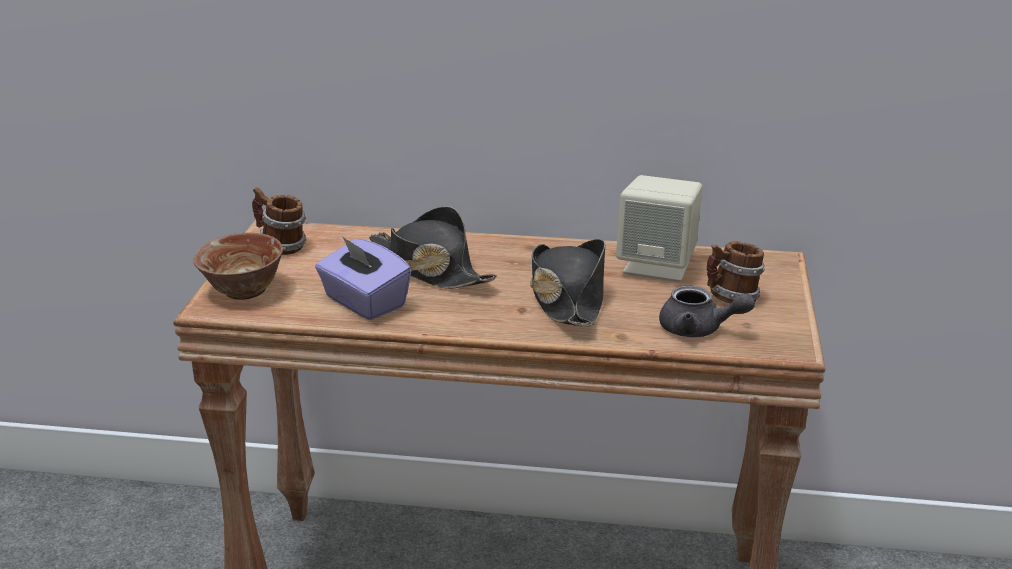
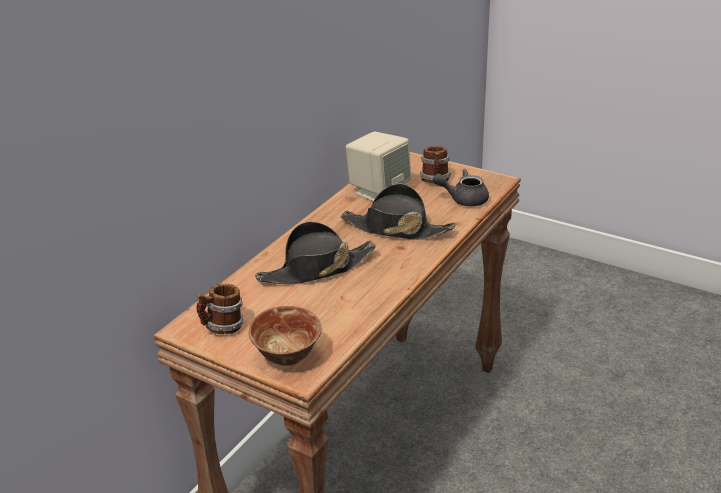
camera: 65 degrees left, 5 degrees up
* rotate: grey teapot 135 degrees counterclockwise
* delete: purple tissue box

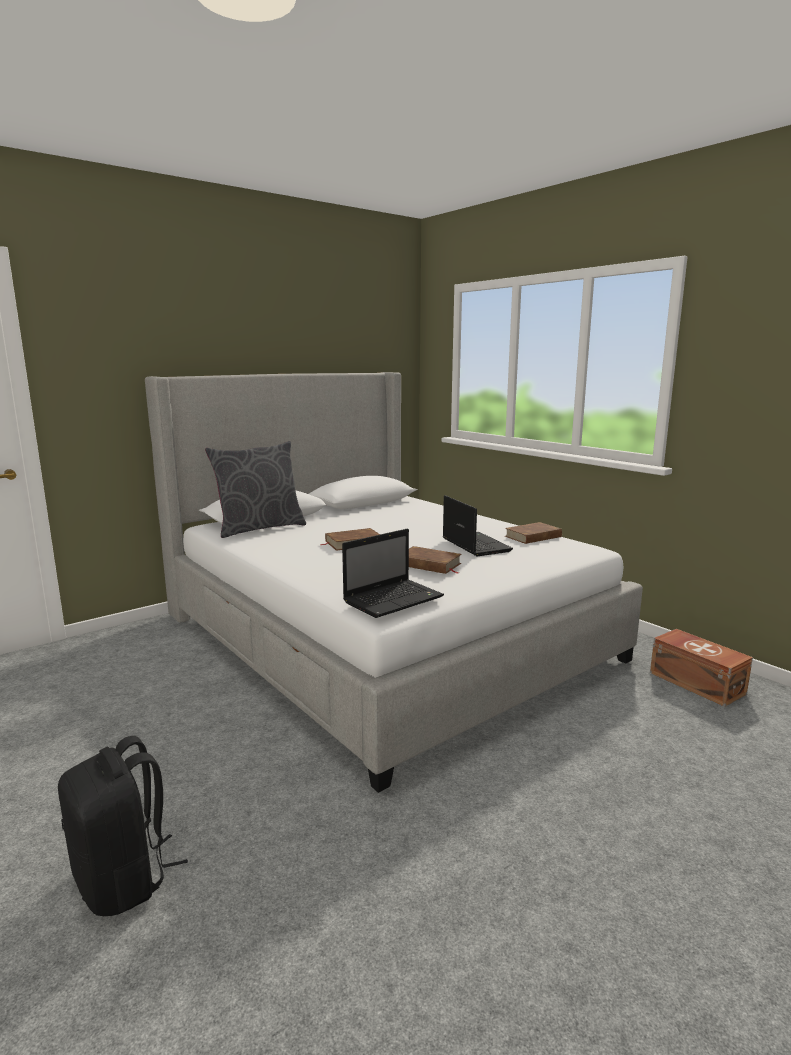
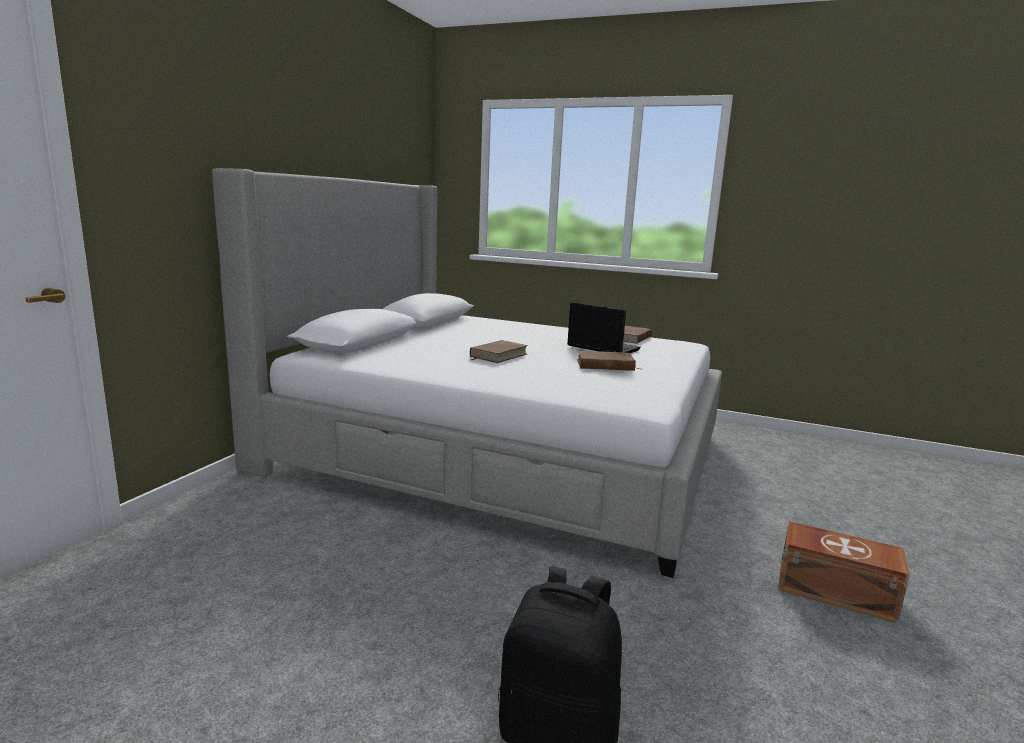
camera: 30 degrees left, 0 degrees up
* move: brown storage box
* delete: grey pillow
* delete: laptop (1st from left)

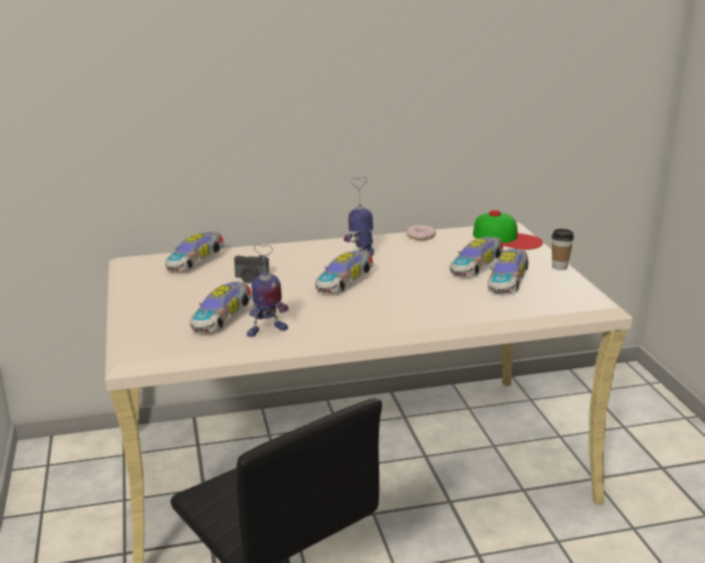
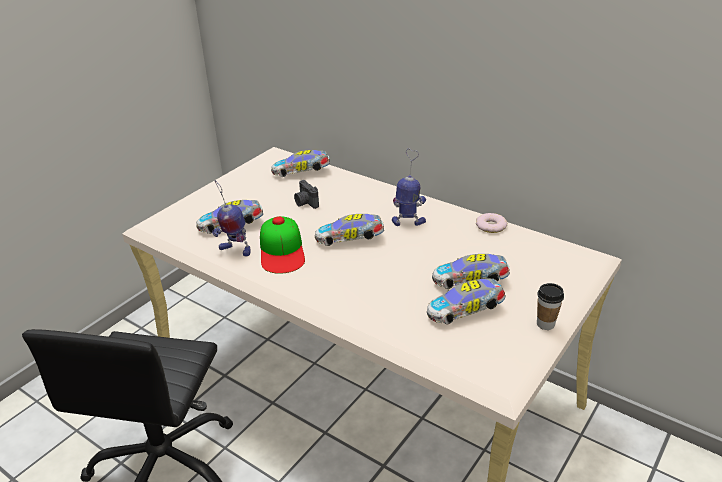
camera: 50 degrees right, 10 degrees up
* move: cap

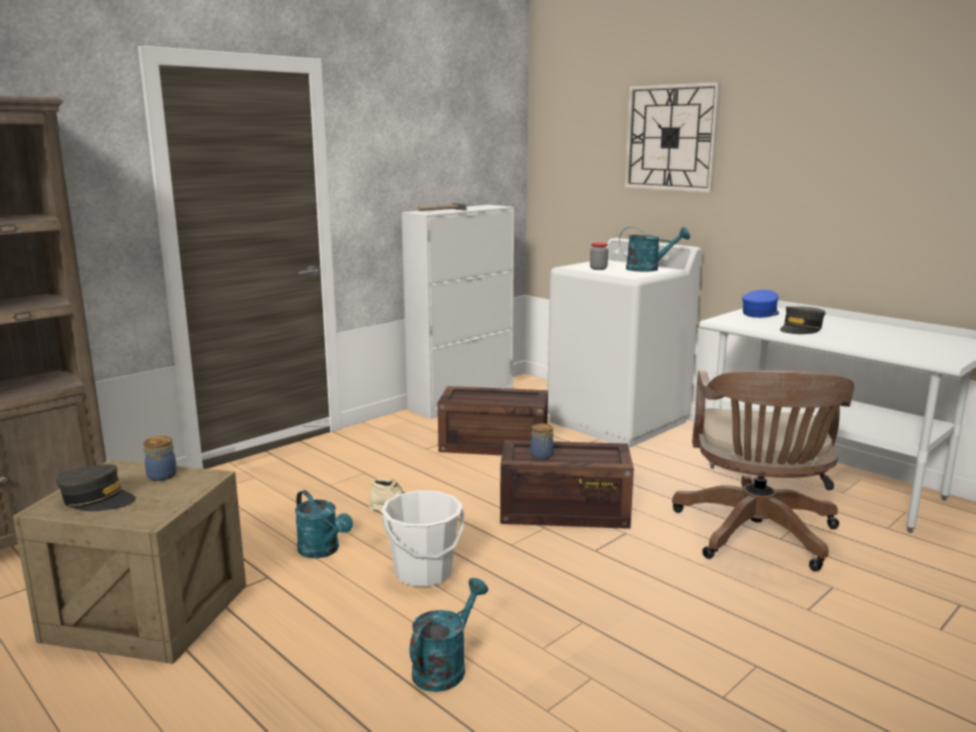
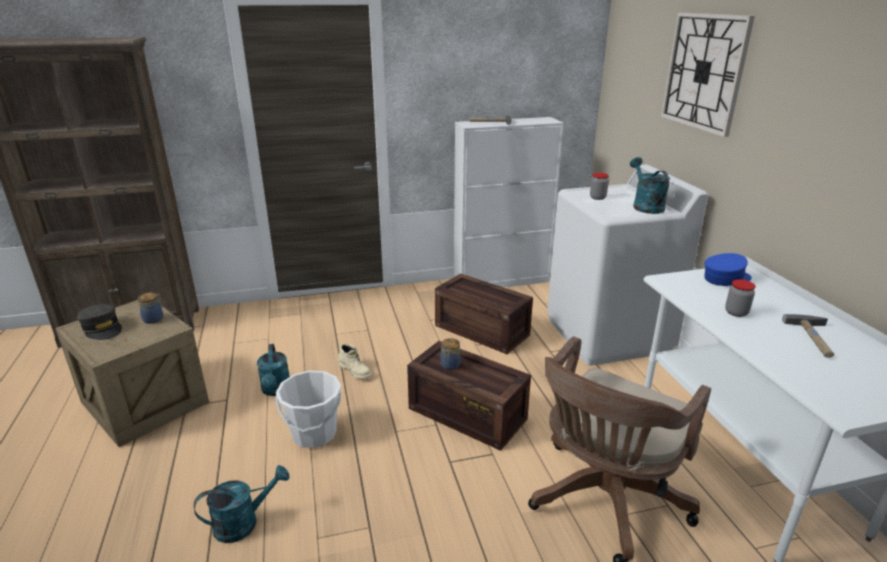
camera: 30 degrees right, 10 degrees up
* rotate: turquoise watering can (3rd from left) 135 degrees counterclockwise
* replace: grey cap (2nd from left) to jar (4th from left)
* insert: hammer (2nd from left)

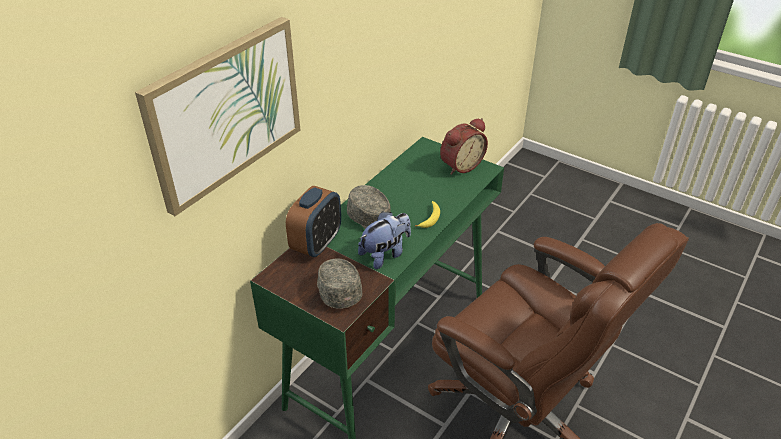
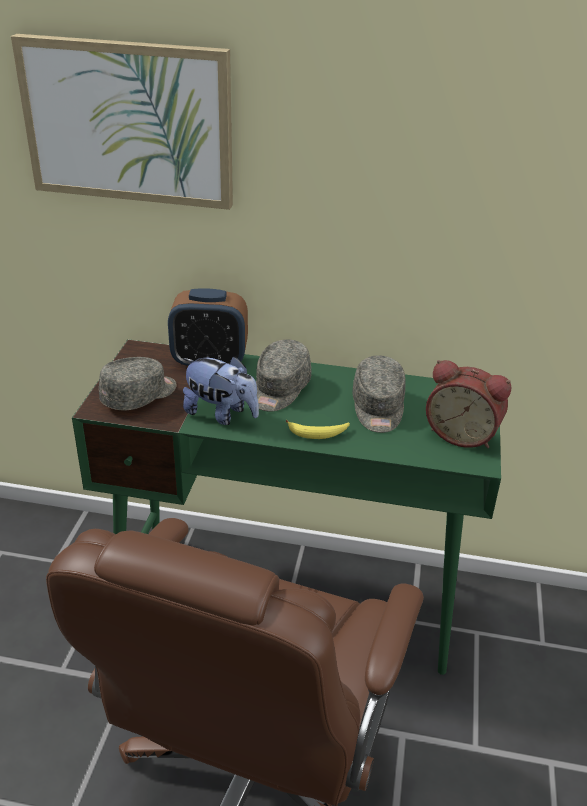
camera: 65 degrees right, 5 degrees down
* insert: grey cap (3rd from left)

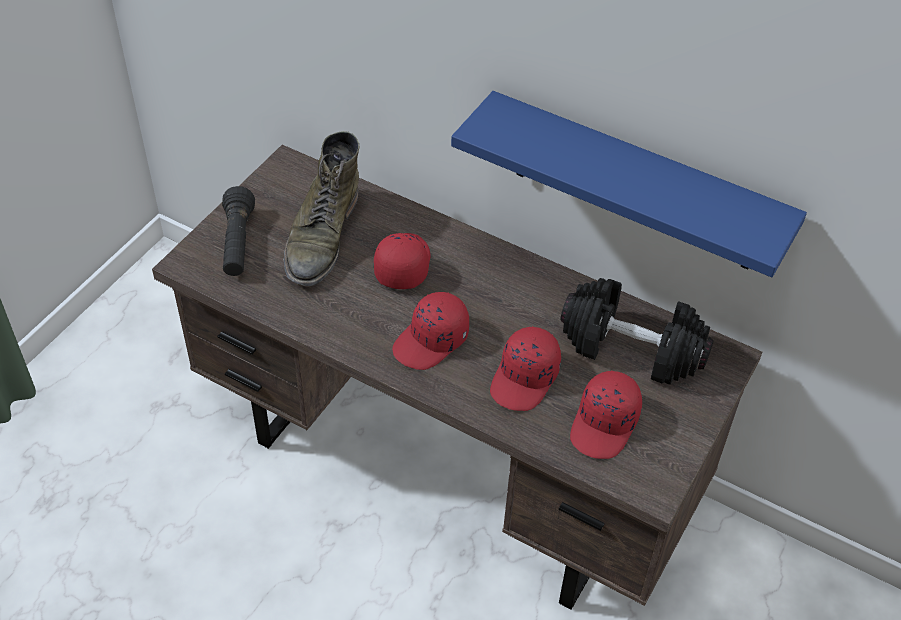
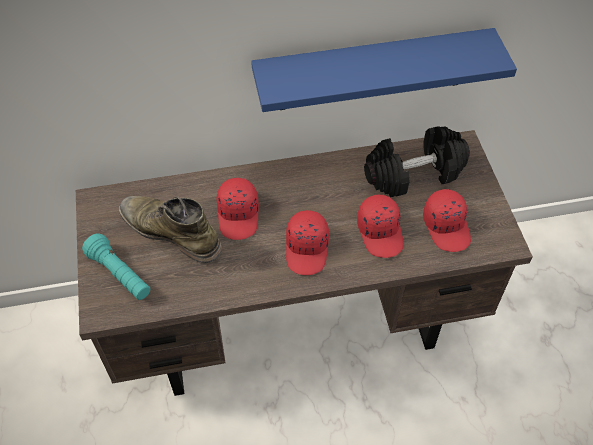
camera: 40 degrees left, 5 degrees up
* recolor: black flashlight to turquoise flashlight
* rotate: green boot 150 degrees clockwise
* rotate: red cap (1st from left) 150 degrees counterclockwise

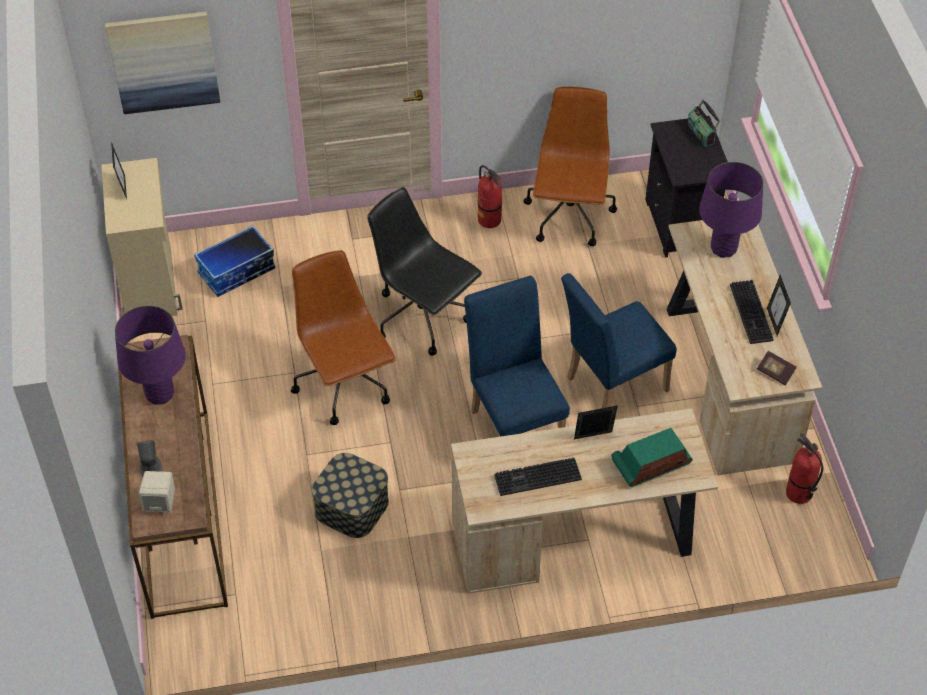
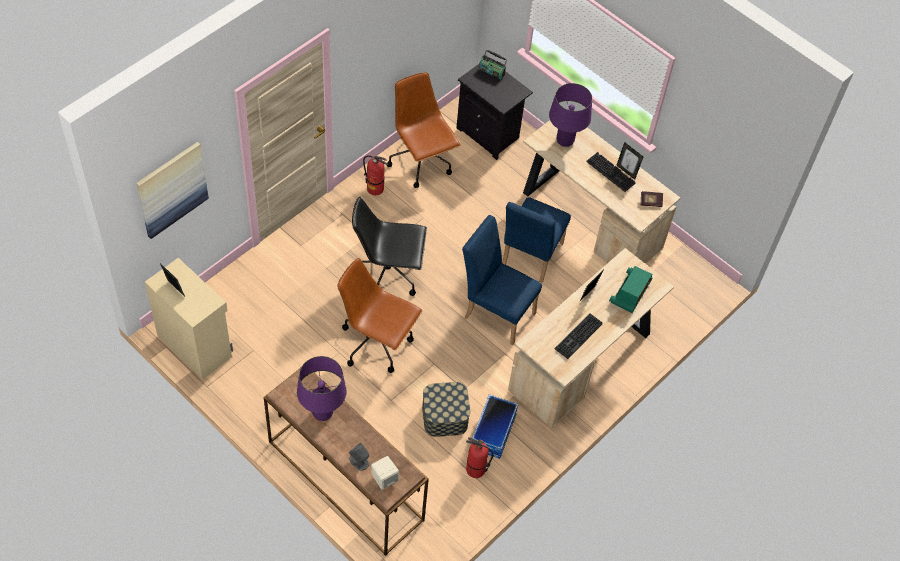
camera: 40 degrees left, 5 degrees up
* move: fire extinguisher (2nd from left)
* move: storage box (1st from left in the first image) to storage box (2nd from left)

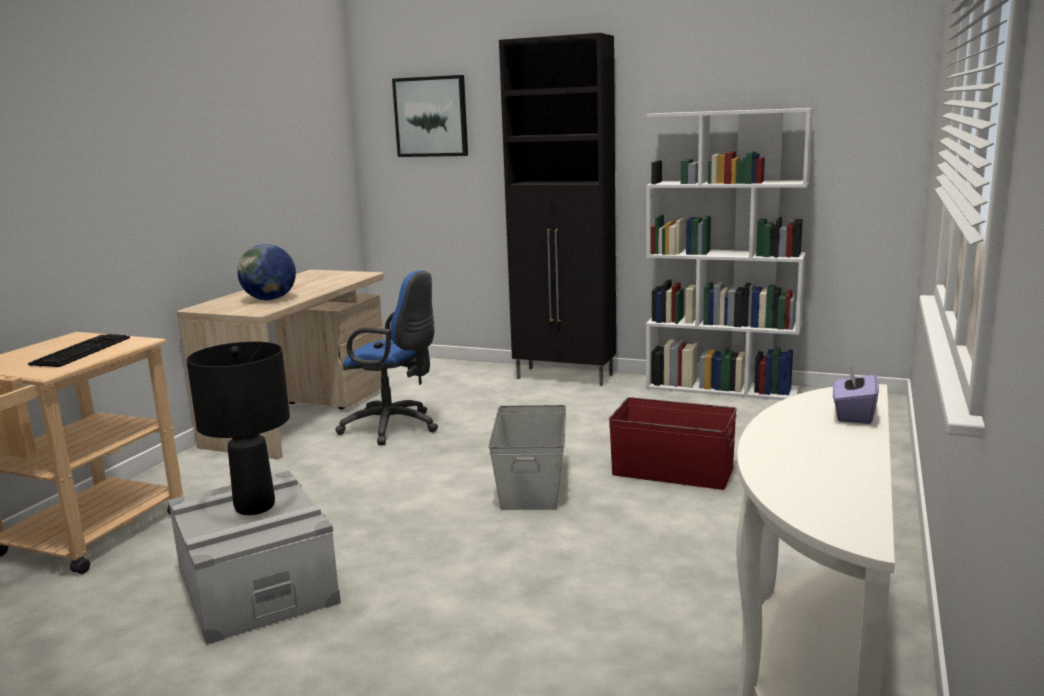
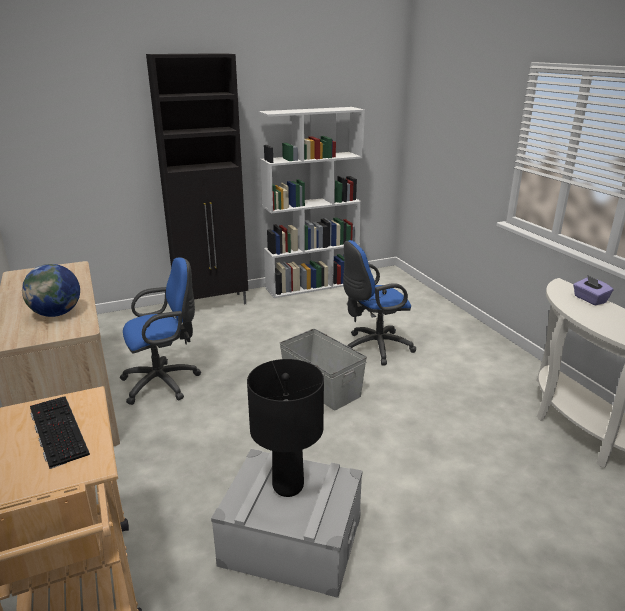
camera: 45 degrees left, 10 degrees up
* replace: red storage box to blue office chair (2nd from left)
* delete: picture

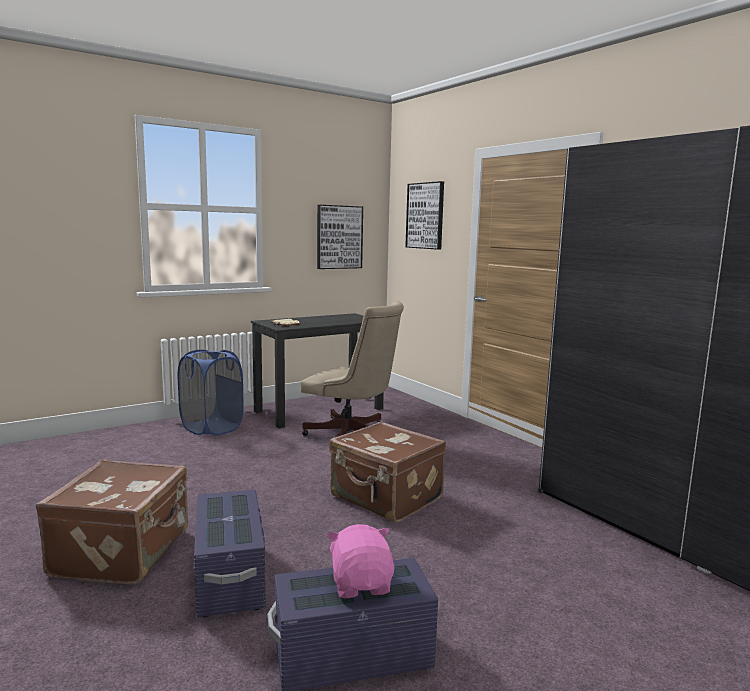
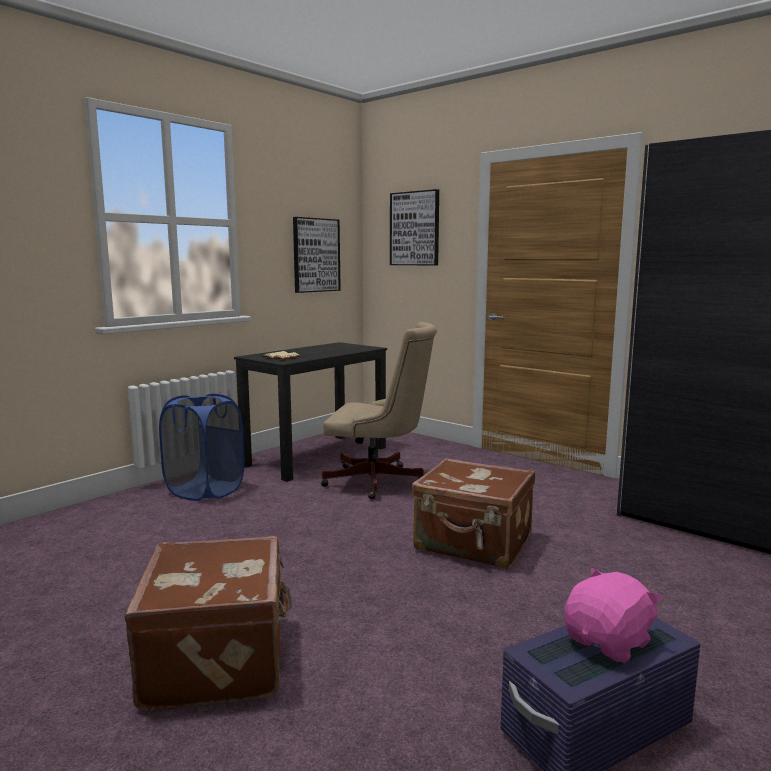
camera: 15 degrees left, 0 degrees up
* rotate: pink plush toy 75 degrees clockwise
* delete: purple storage box (1st from left)

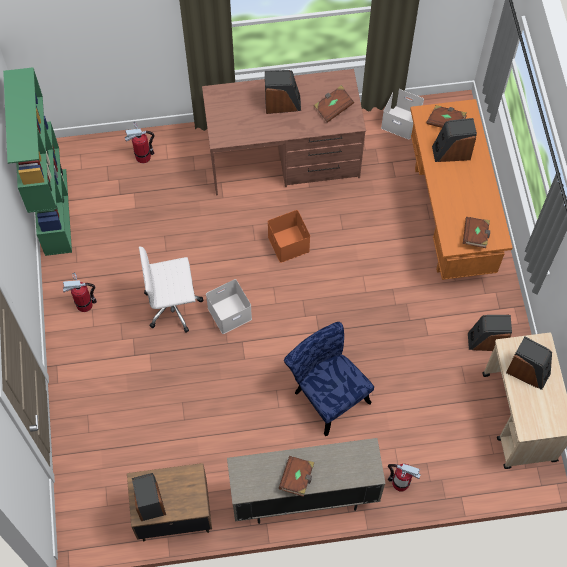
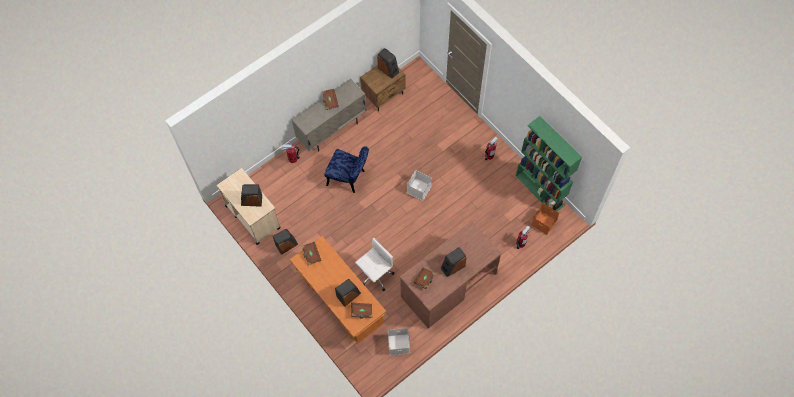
camera: 150 degrees right, 0 degrees up
* move: white office chair
* move: orange storage box

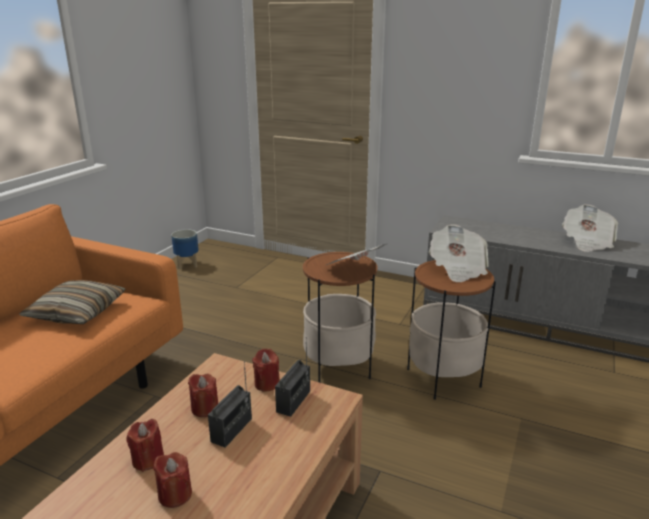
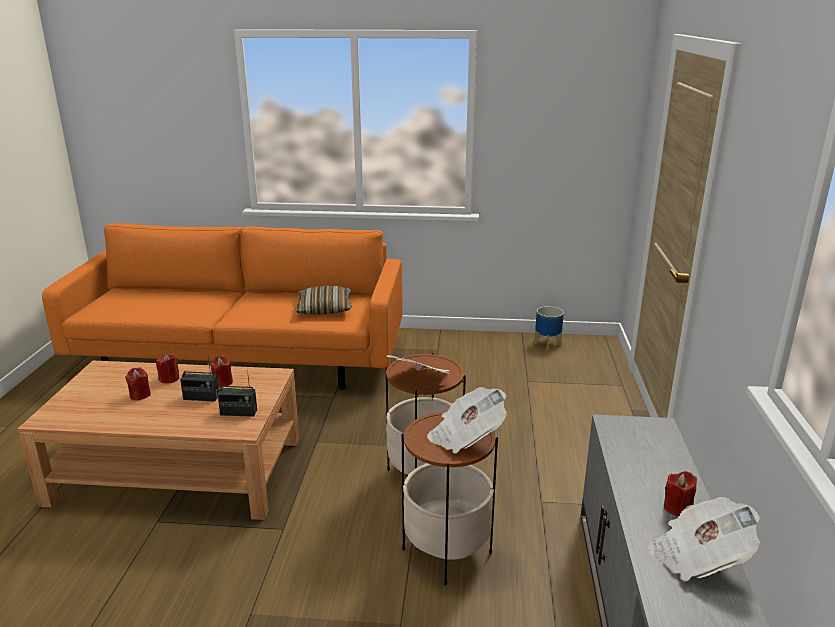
camera: 70 degrees right, 0 degrees up
* move: red candle (4th from left)

